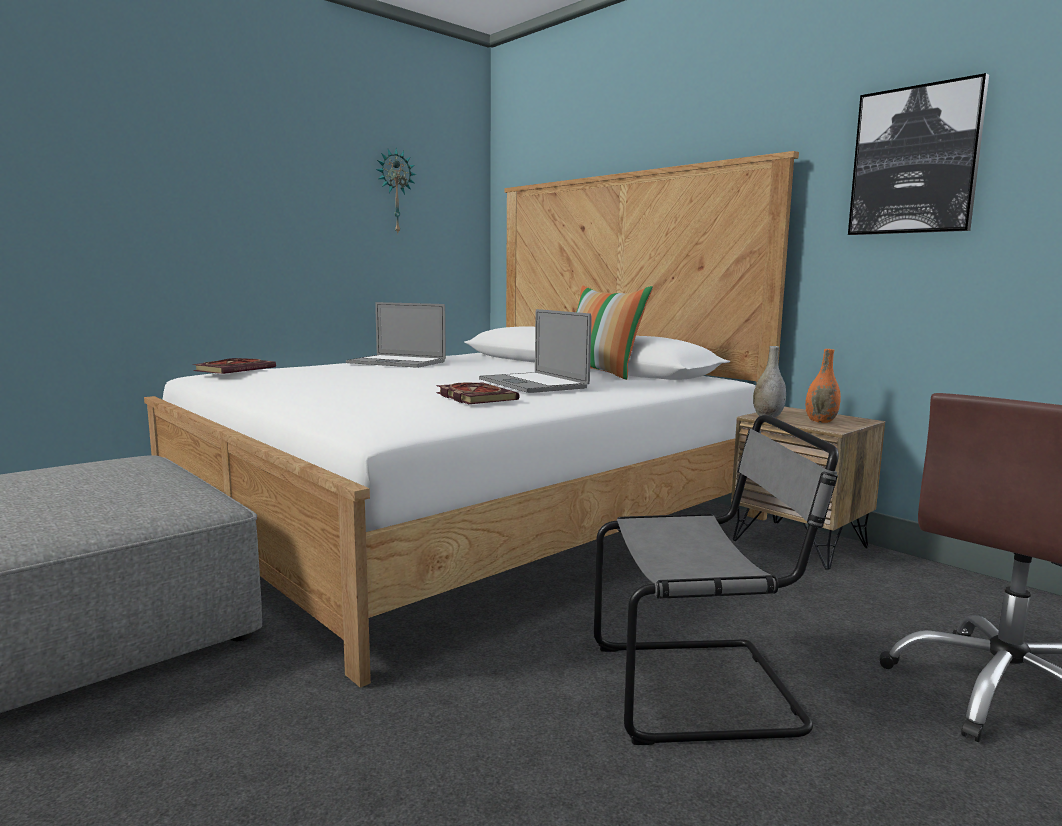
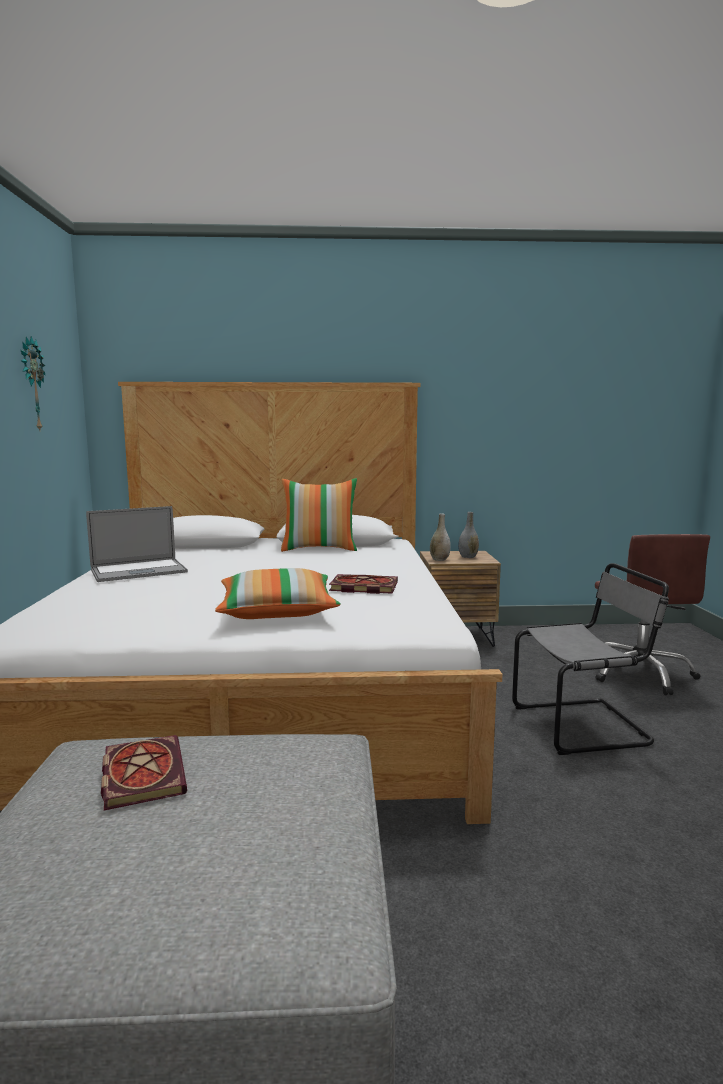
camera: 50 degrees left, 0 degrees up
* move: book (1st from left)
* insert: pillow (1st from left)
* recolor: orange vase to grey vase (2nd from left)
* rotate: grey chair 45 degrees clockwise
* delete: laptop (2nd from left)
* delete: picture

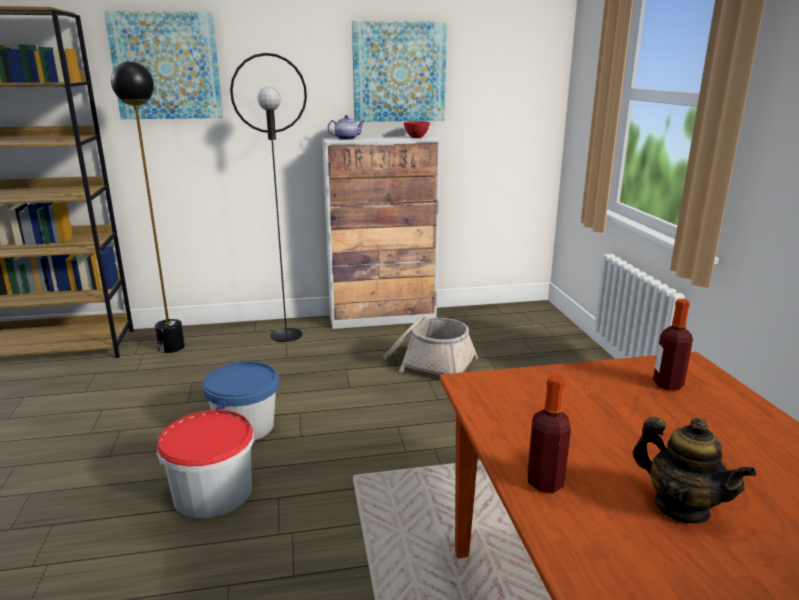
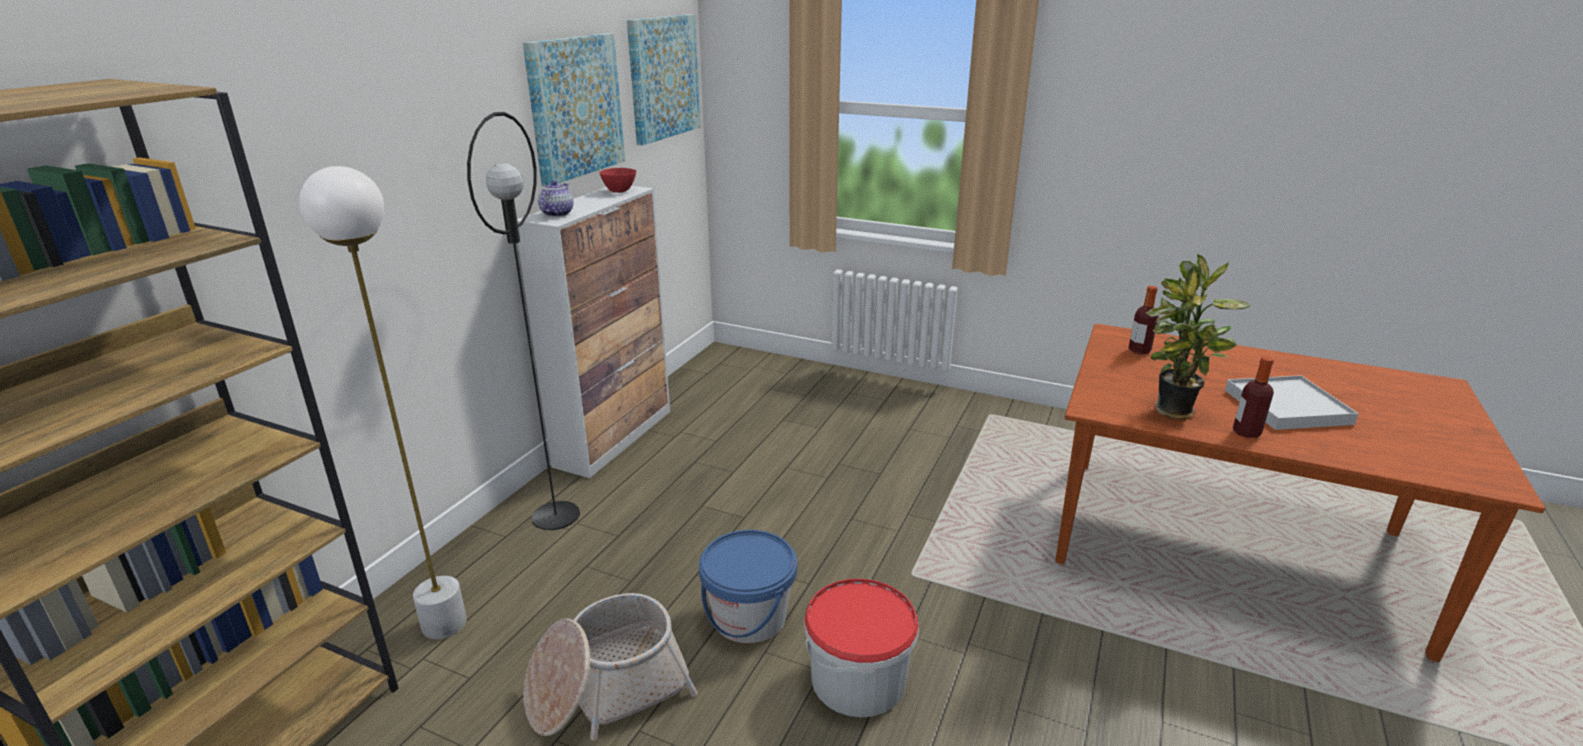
camera: 55 degrees left, 5 degrees up
* recolor: black floor lamp (1st from left) to white floor lamp
* move: basket
* move: picture (1st from left in the first image) to picture (2nd from left)
* insert: potted plant
* replace: teapot (2nd from left) to white tray

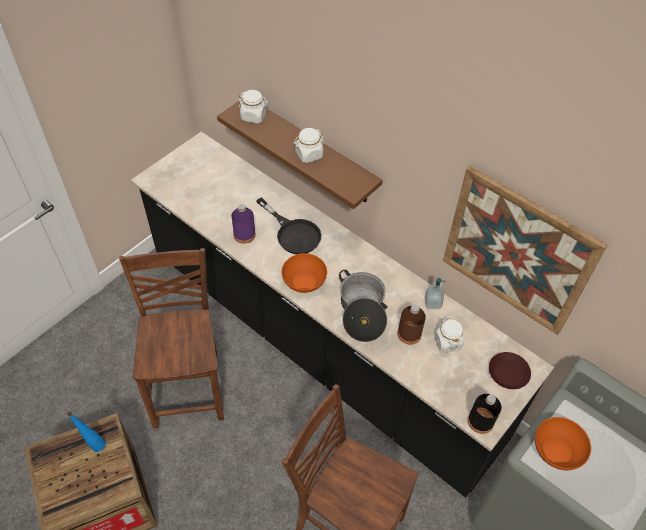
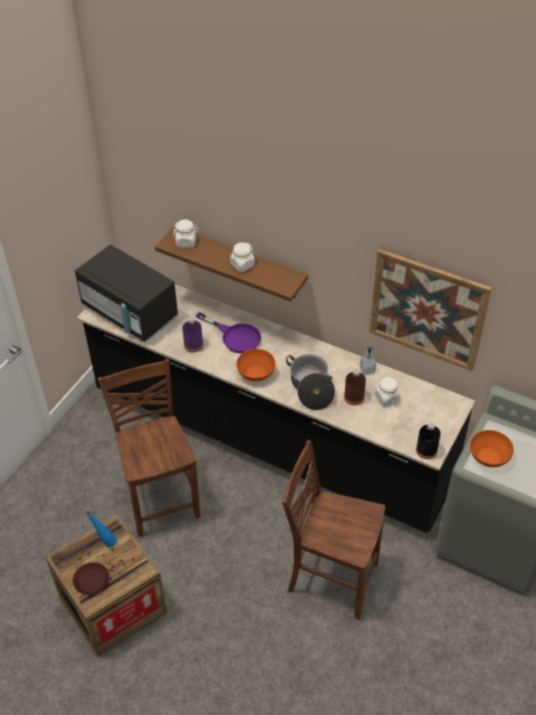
camera: 10 degrees left, 5 degrees down
* move: brown plate
* insert: black microwave
* recolor: black frying pan to purple frying pan

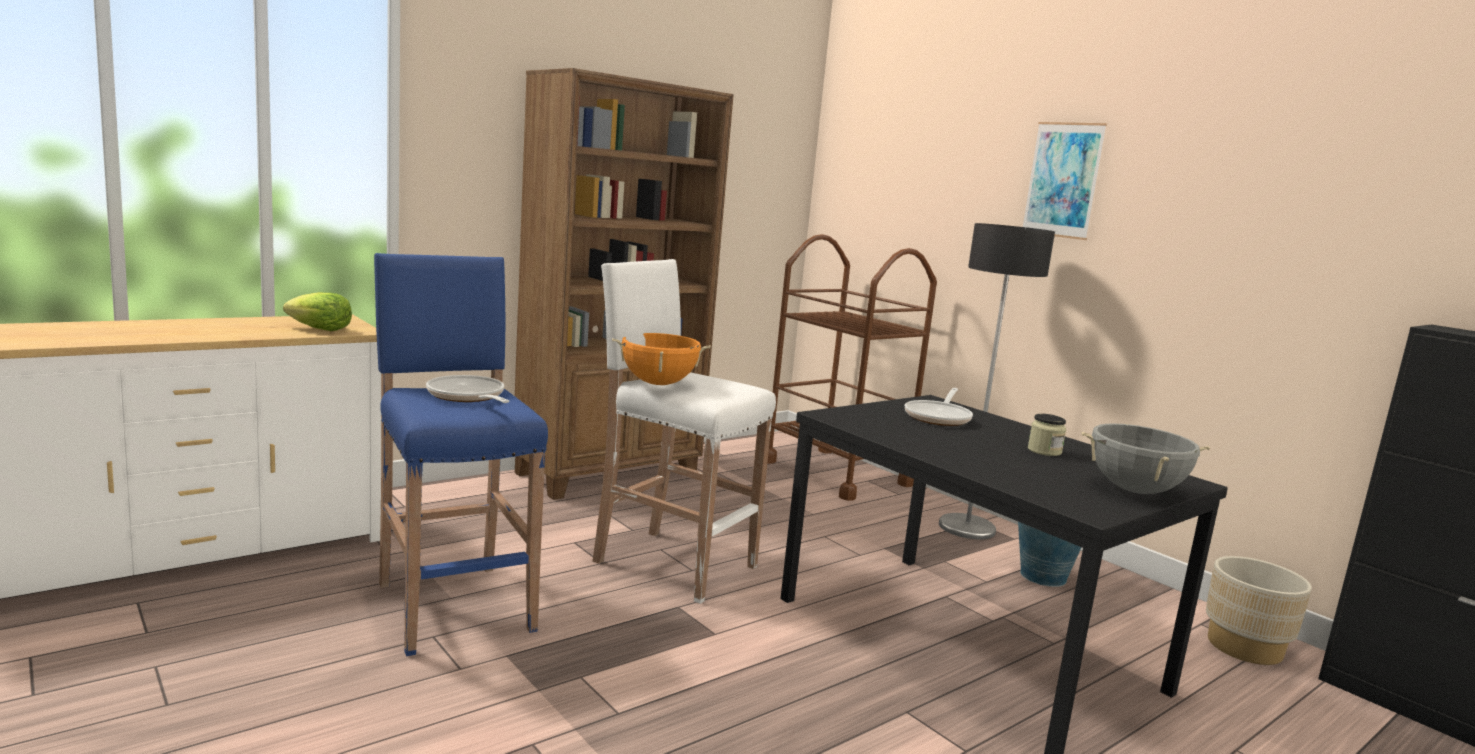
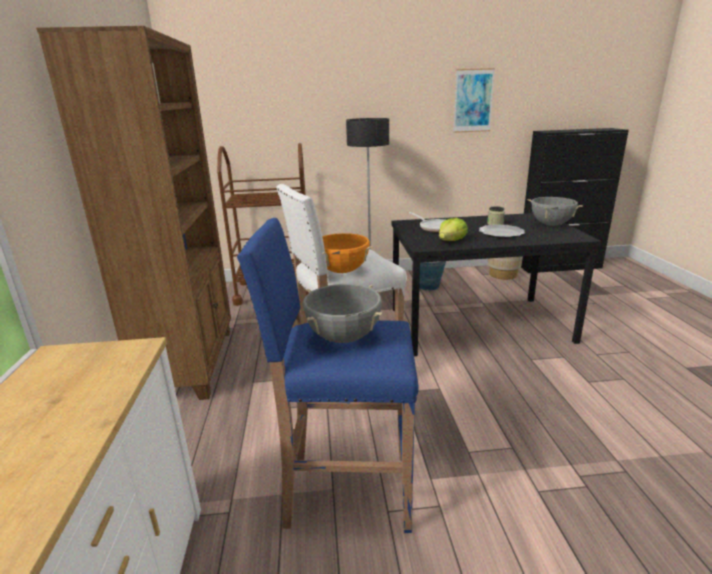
camera: 55 degrees left, 10 degrees up
* replace: frying pan (1st from left) to grey cooking pot (1st from left)
* move: lettuce
* move: picture
* insert: plate

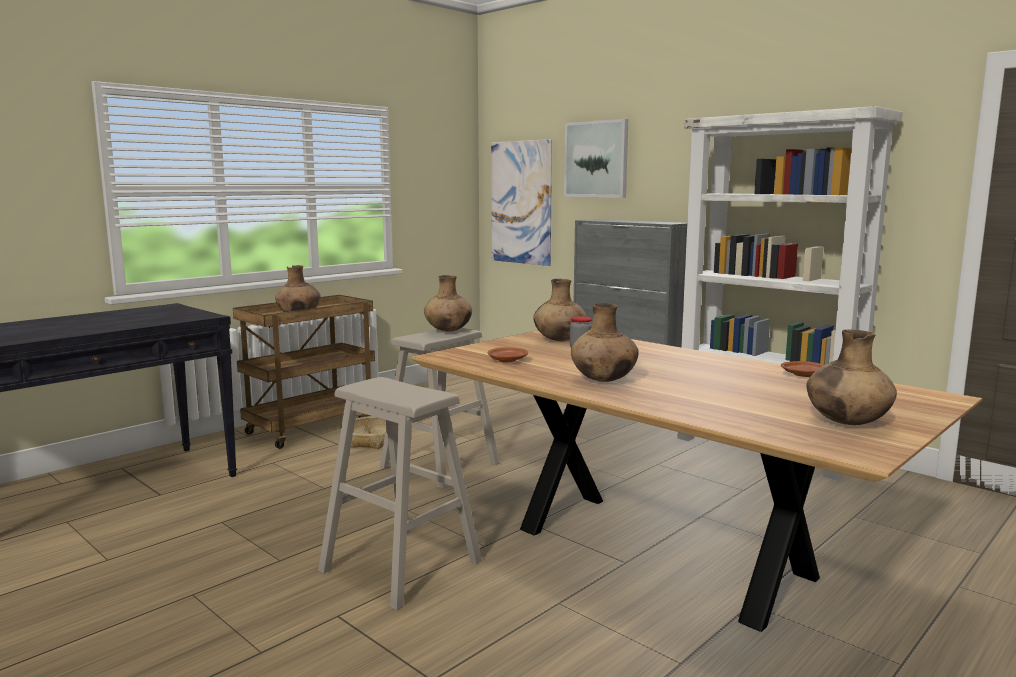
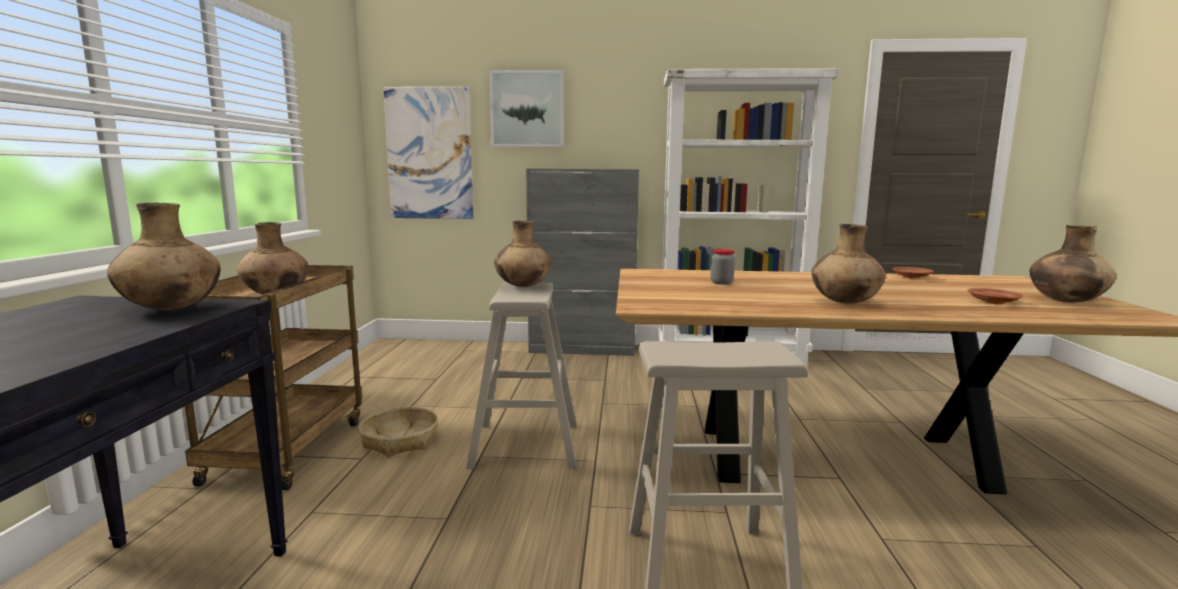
camera: 40 degrees left, 0 degrees up
* move: brown vase (3rd from left in the first image) to brown vase (1st from left)
* move: brown plate (1st from left in the first image) to brown plate (2nd from left)

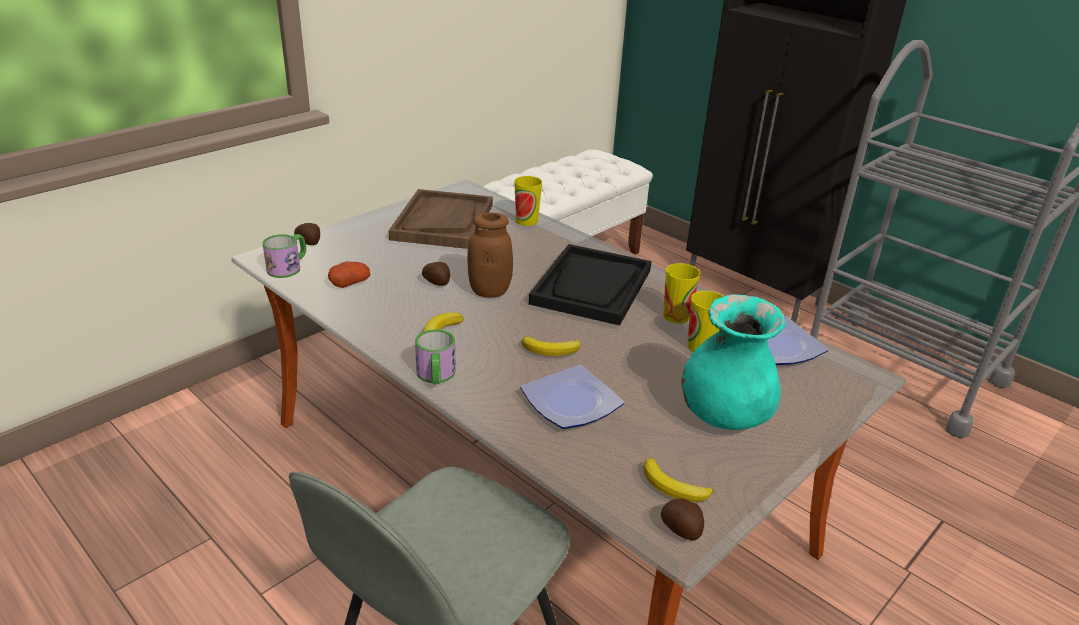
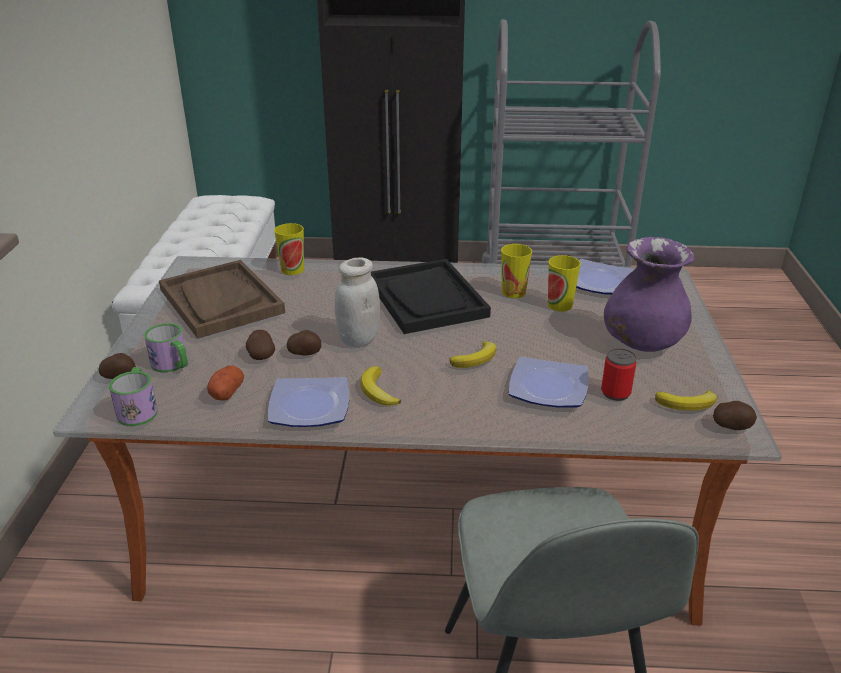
camera: 40 degrees left, 0 degrees up
* move: mug (2nd from left)
* insert: potato (3rd from left)
* insert: plate (1st from left)
* recolor: brown jar to white jar
* insert: can
* recolor: turquoise vase to purple vase

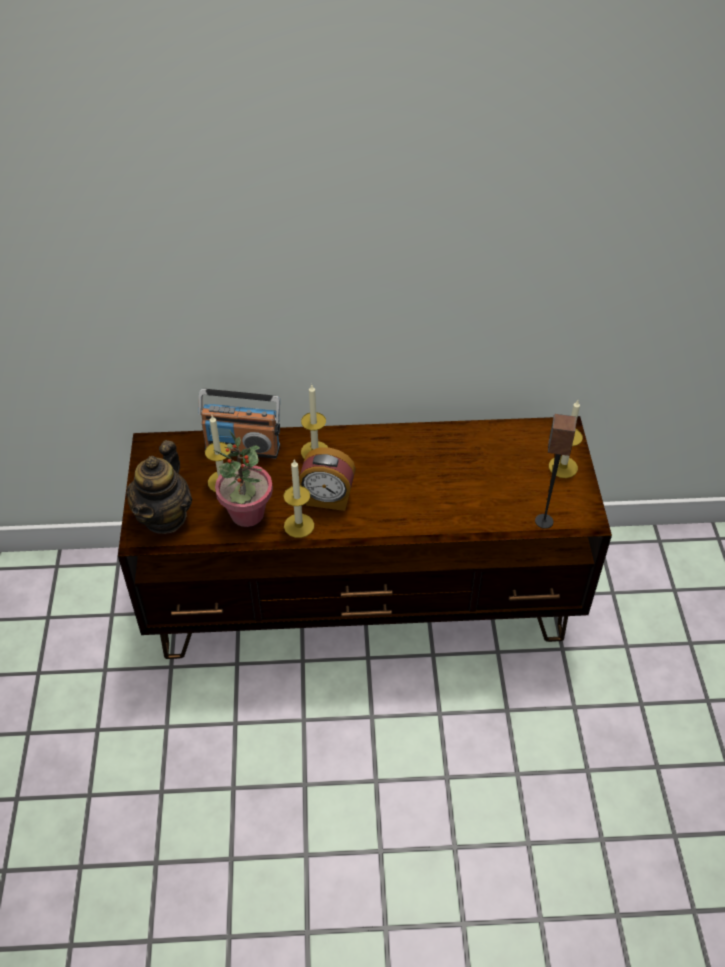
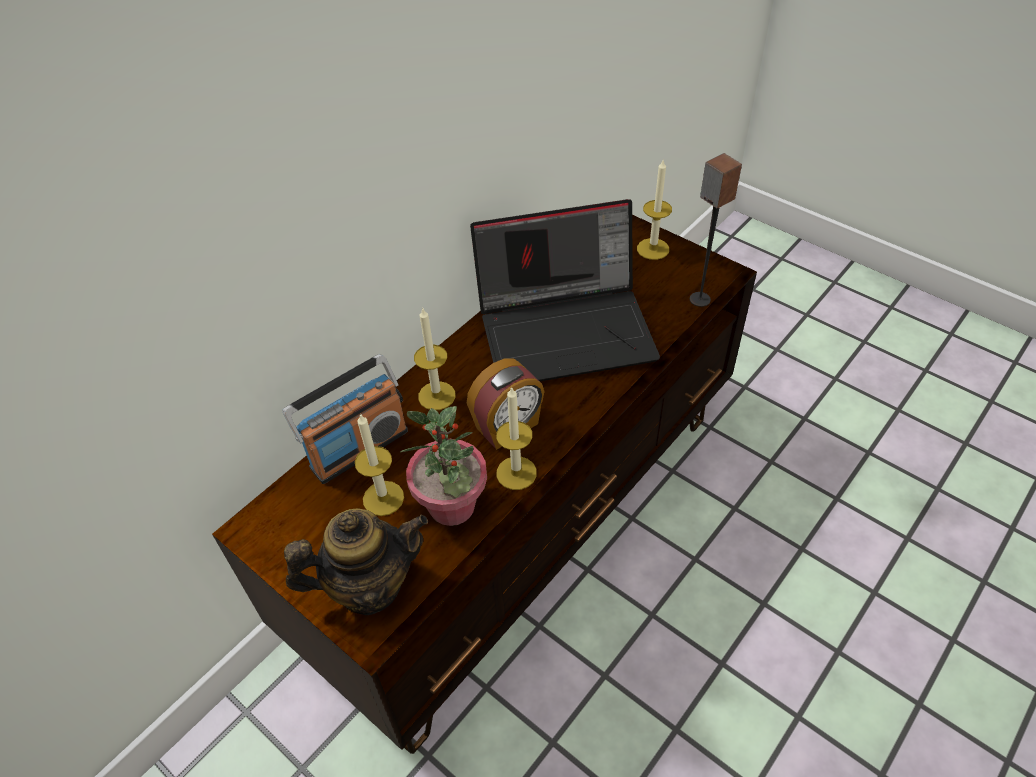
camera: 45 degrees left, 0 degrees up
* rotate: teapot 75 degrees counterclockwise
* insert: laptop

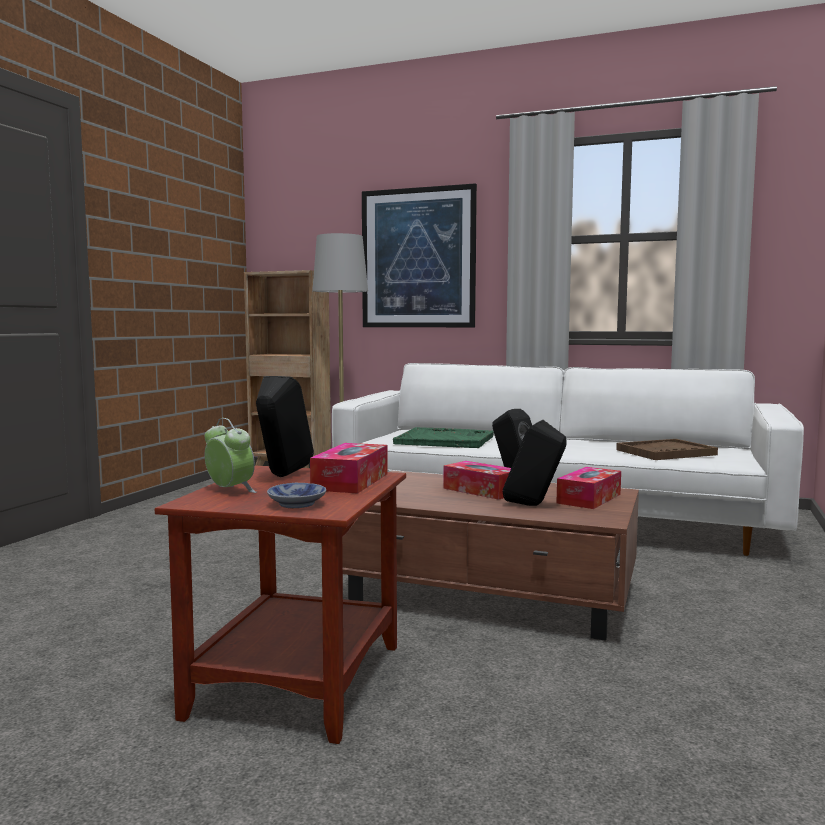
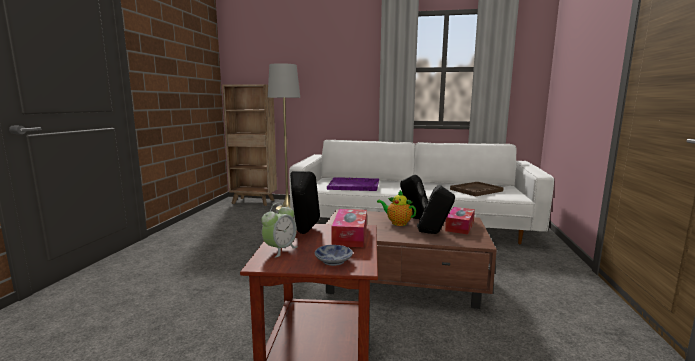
camera: 10 degrees left, 5 degrees up
* rotate: alarm clock 90 degrees clockwise
* recolor: green tray to purple tray
* replace: tissue box (2nd from left) to teapot
* delete: picture

